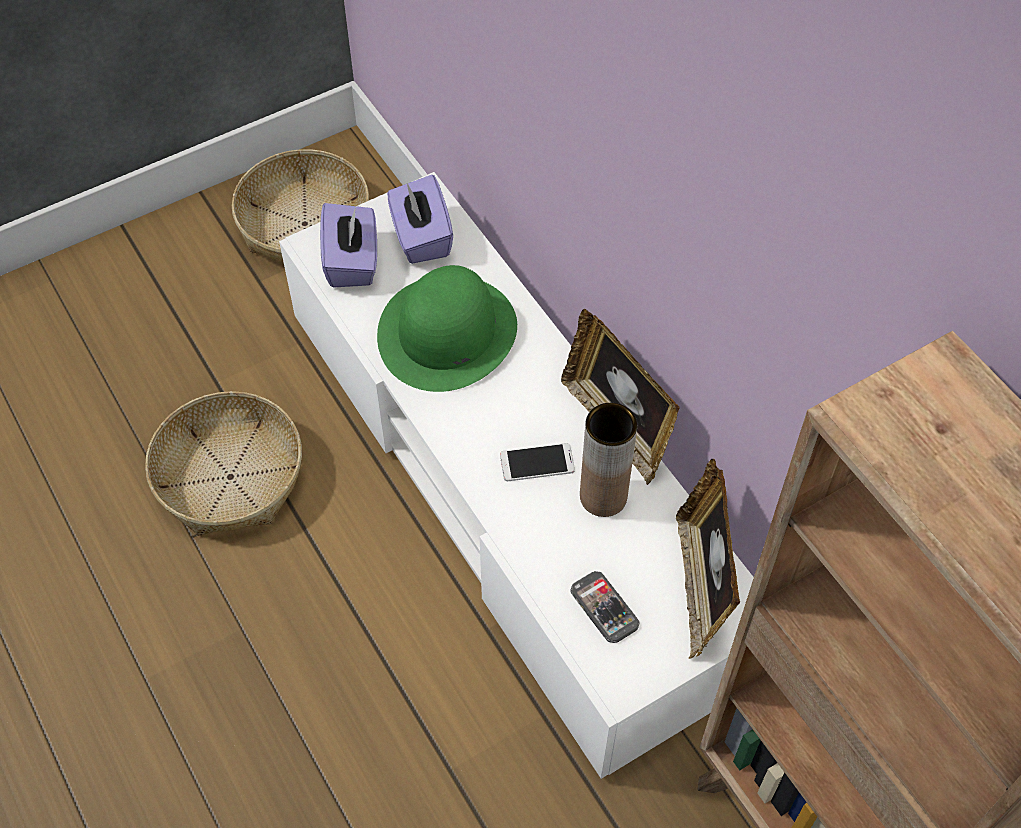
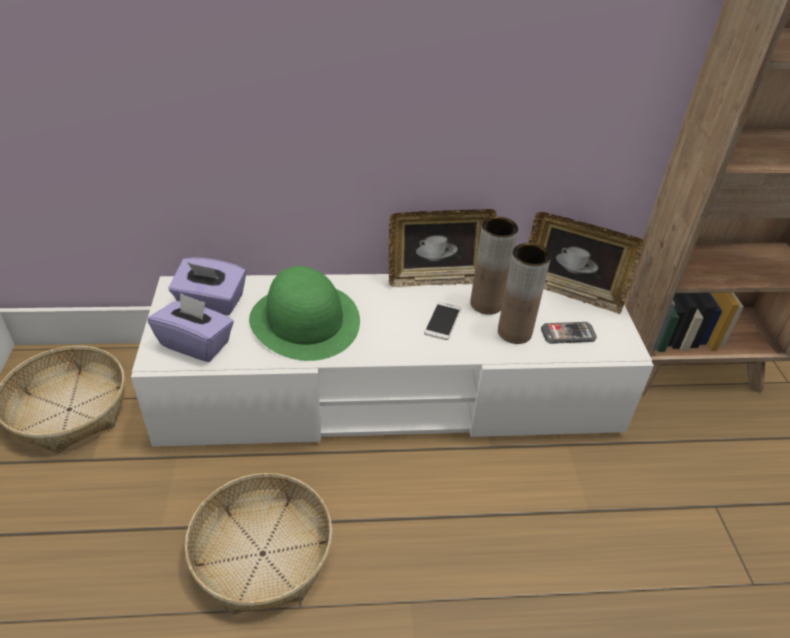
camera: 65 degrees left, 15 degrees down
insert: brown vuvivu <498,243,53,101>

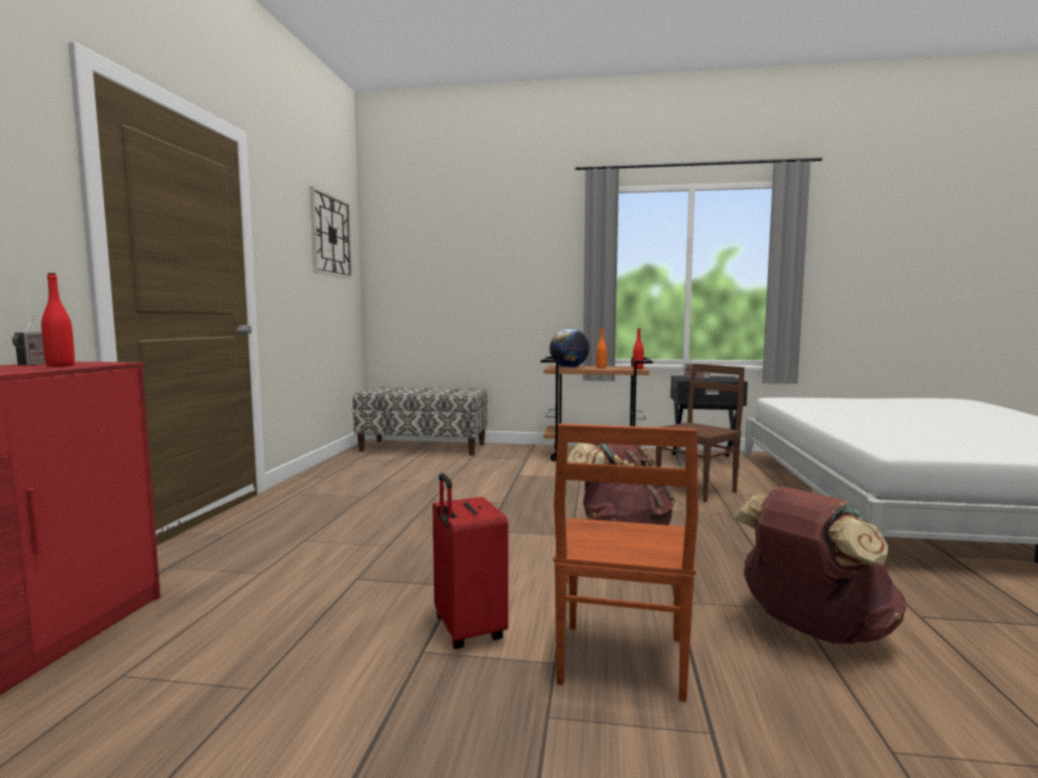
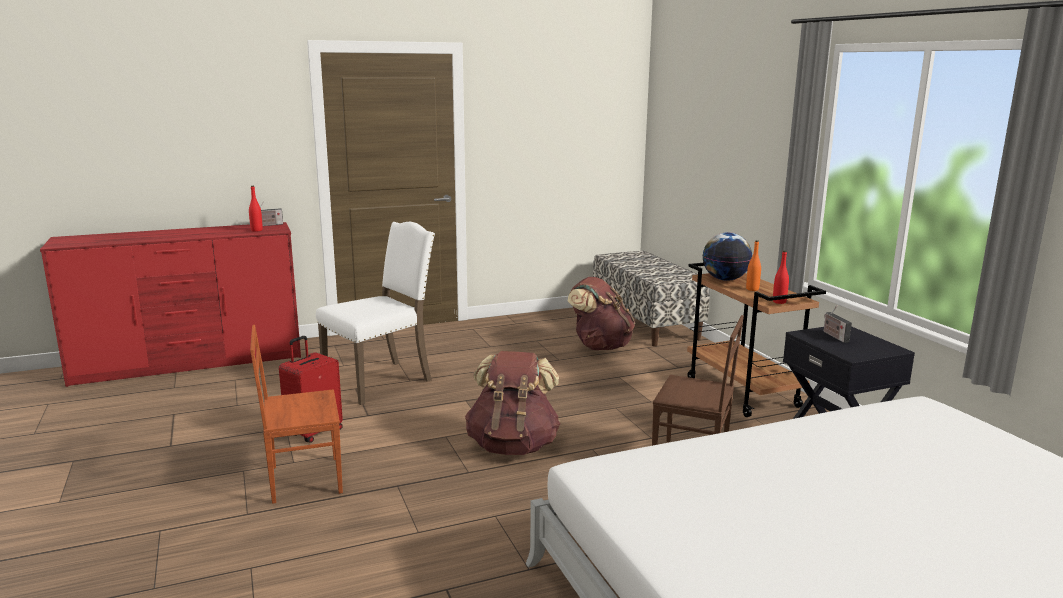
camera: 60 degrees right, 10 degrees up
delete: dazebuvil <310,186,43,93>
insert: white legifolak <316,222,119,183>
move: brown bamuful <732,486,174,158> to <568,277,67,73>

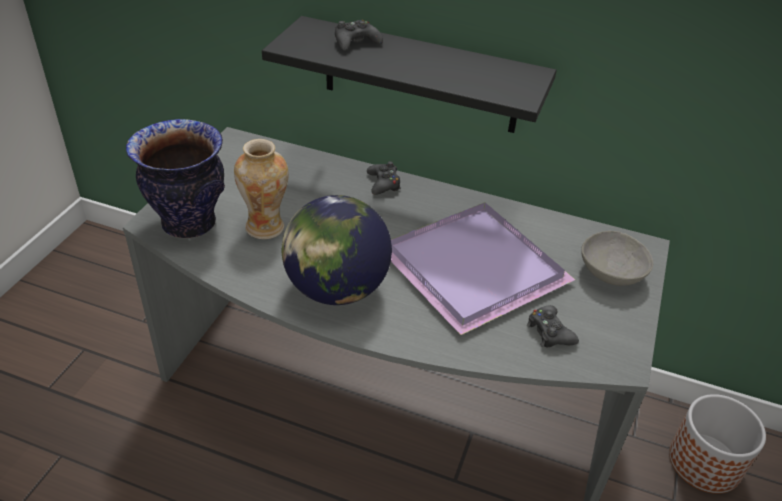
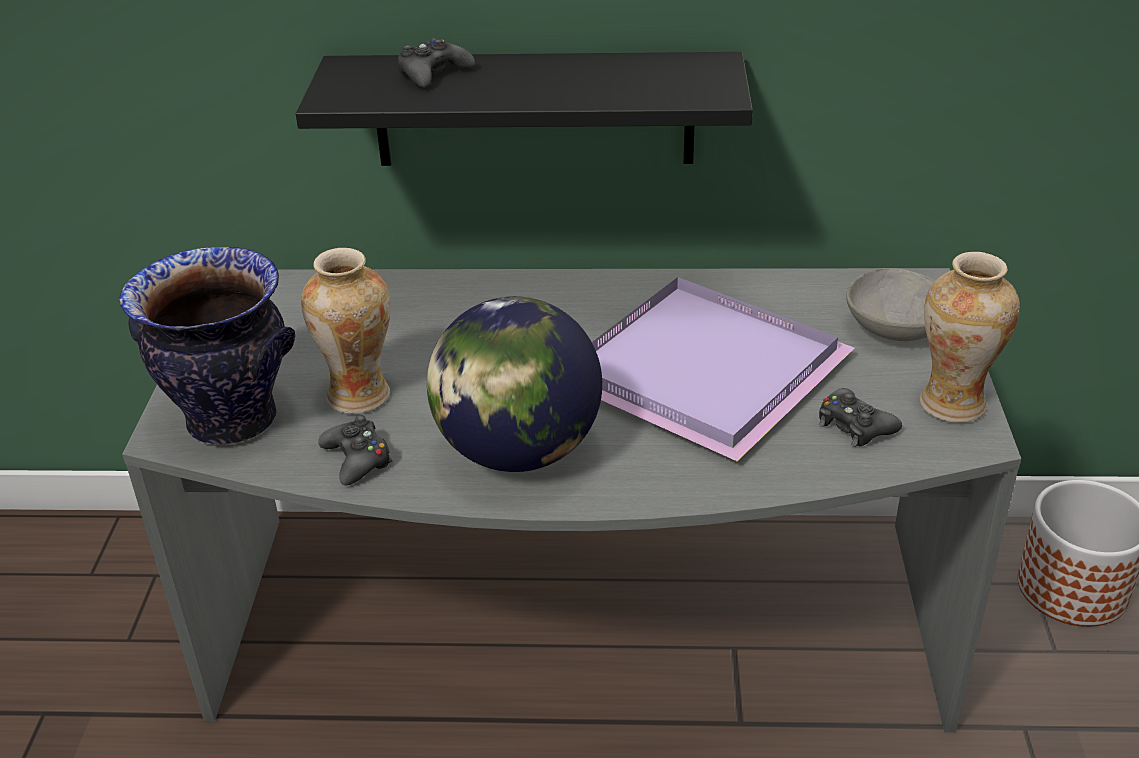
camera: 15 degrees left, 5 degrees down
insert: vuvivu <920,252,100,171>
move: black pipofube <367,161,34,34> to <318,415,74,71>

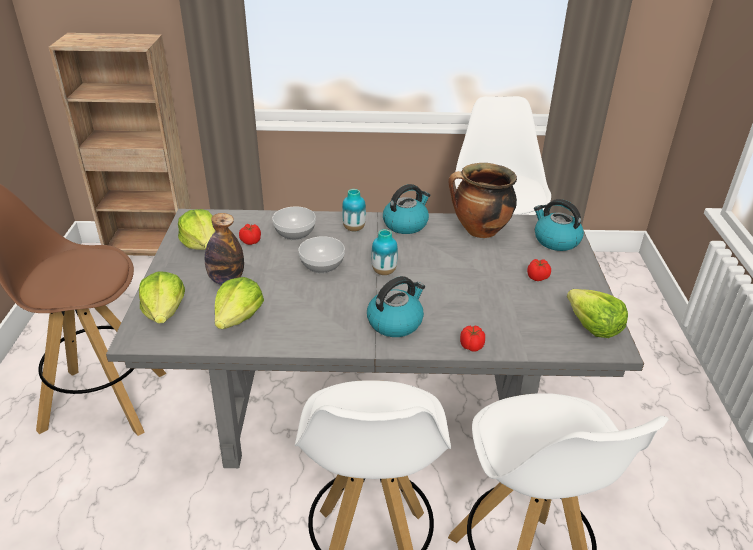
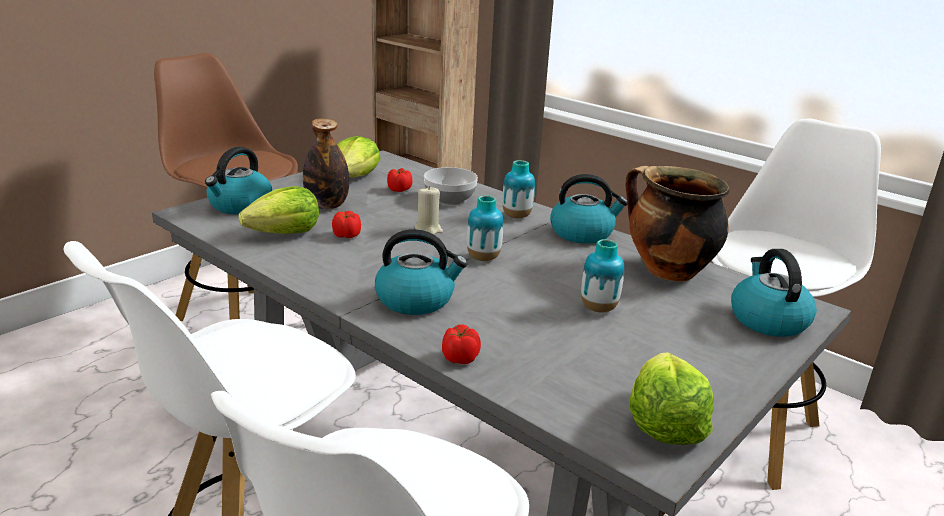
camera: 40 degrees right, 10 degrees down
insert: vuvivu <581,239,43,74>
move: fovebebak <527,259,24,22> to <332,211,29,27>
replace: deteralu <299,236,46,38> to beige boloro <415,186,28,48>; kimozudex <139,272,46,52> to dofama <205,147,67,67>

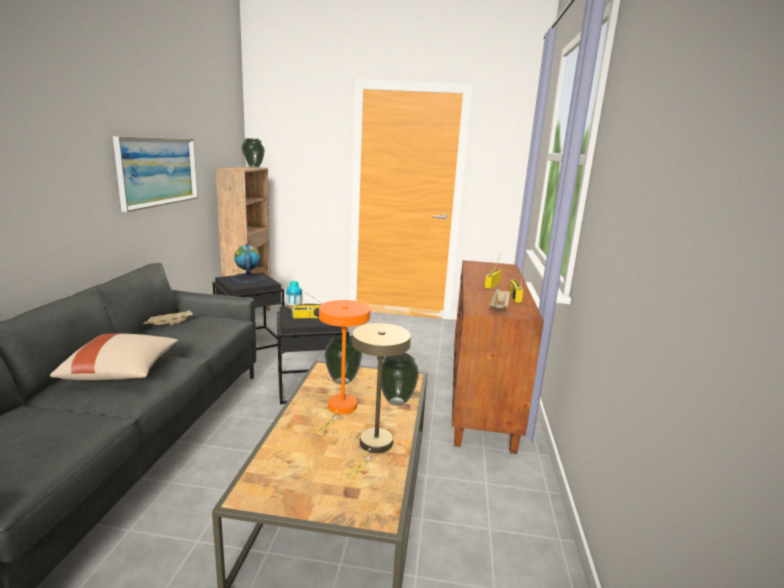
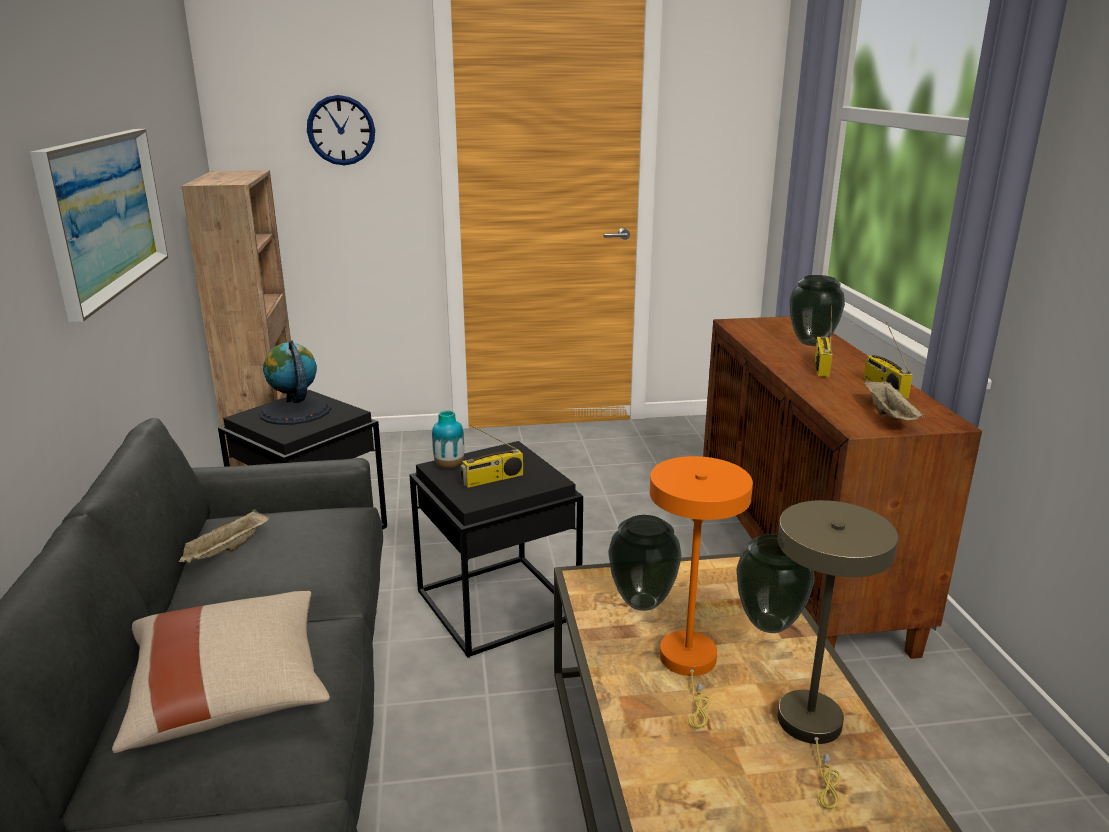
camera: 15 degrees left, 5 degrees up
insert: dazebuvil <307,95,68,70>
move: vuvivu <241,138,24,30> to <789,275,56,71>

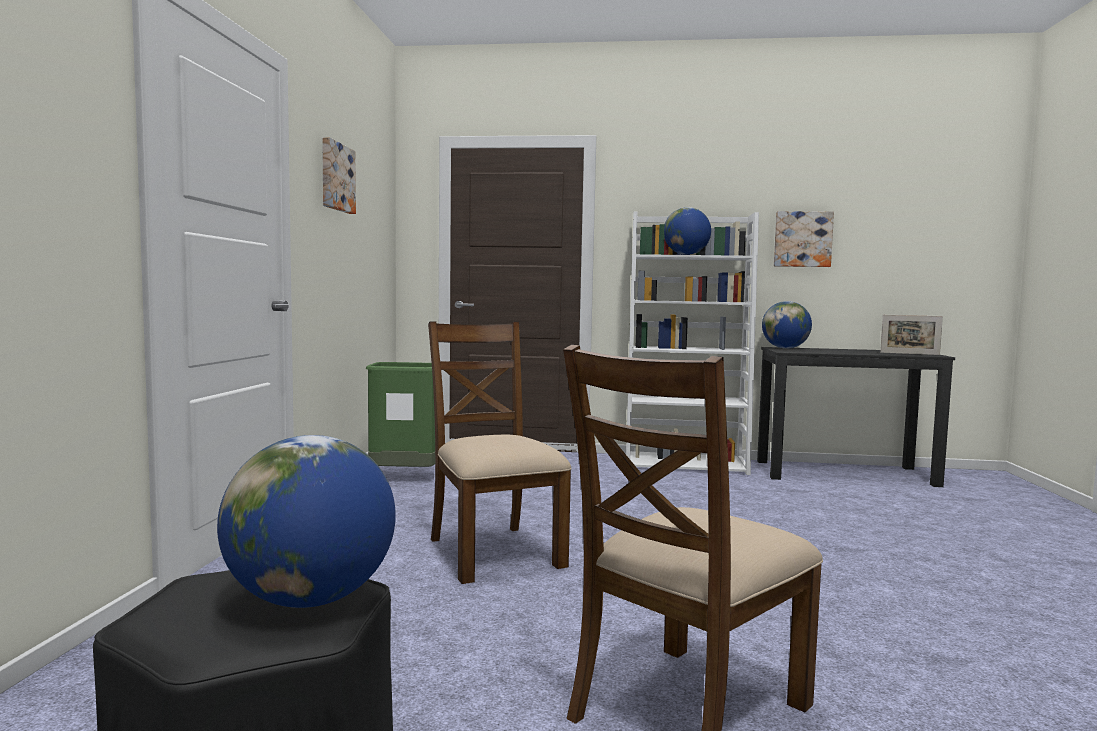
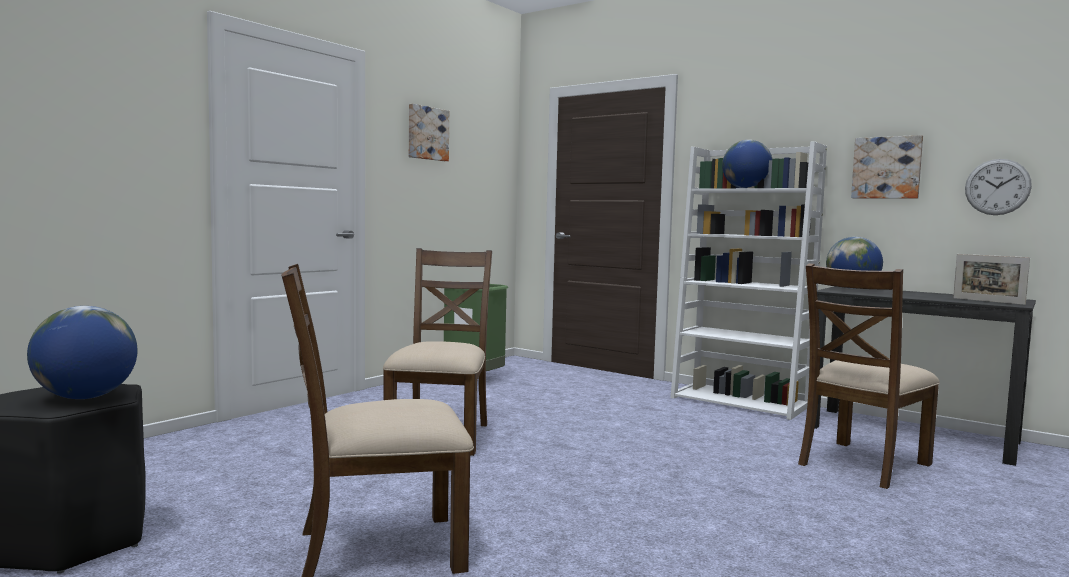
camera: 30 degrees right, 0 degrees up
insert: dazebuvil <965,159,67,56>; brown legifolak <798,263,142,226>

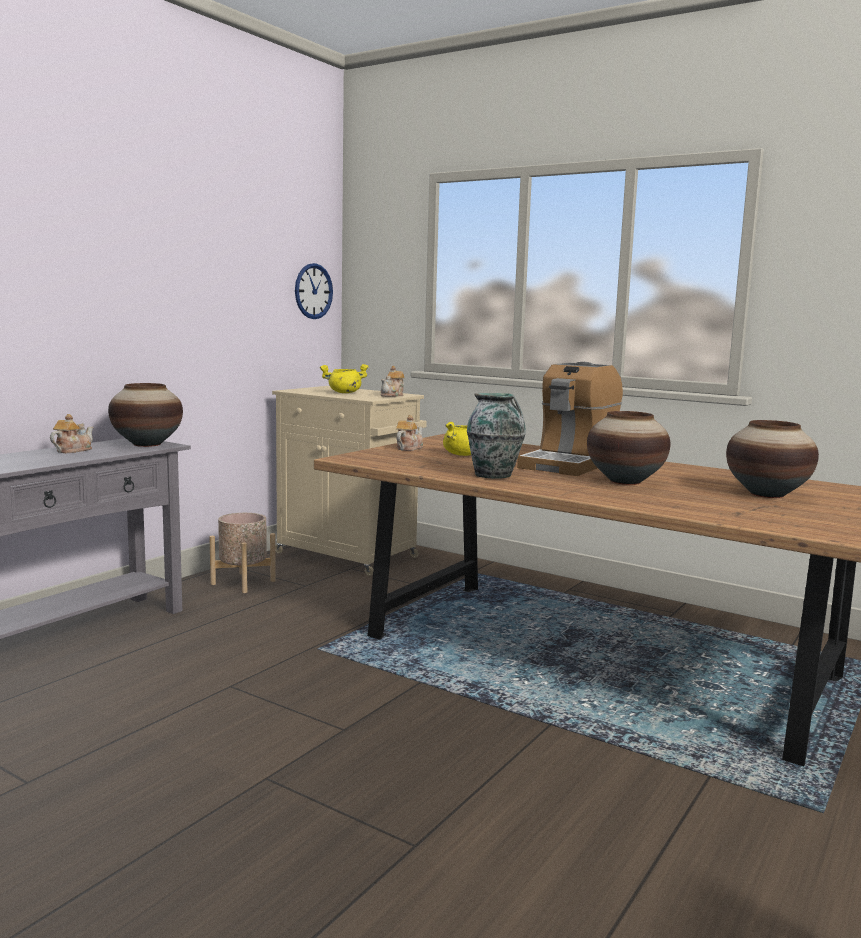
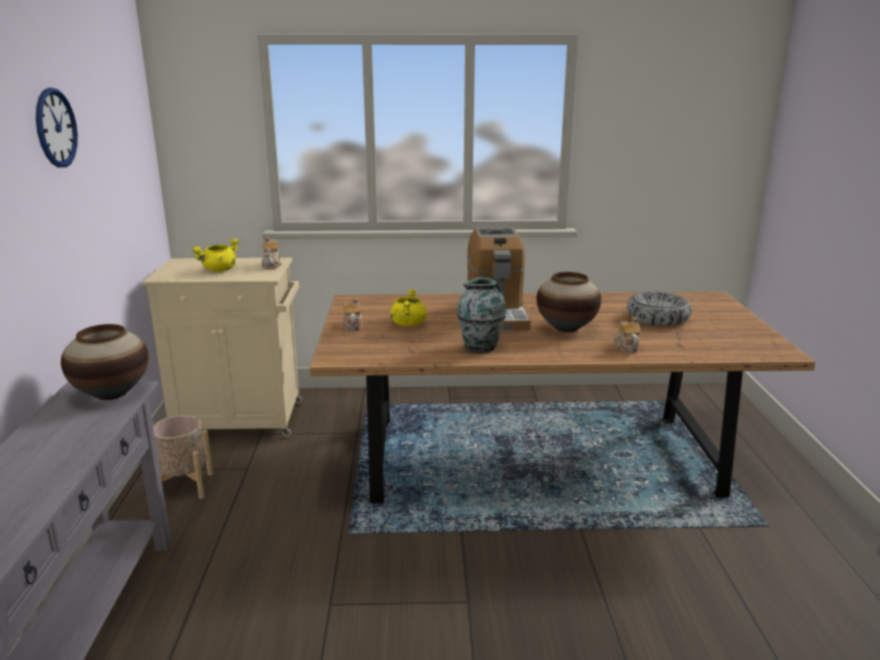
camera: 35 degrees left, 10 degrees up
move: dazebuvil <295,263,38,56> to <36,88,42,80>; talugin <50,414,44,39> to <614,317,27,36>
replace: vuvivu <726,420,93,78> to deteralu <627,291,65,35>

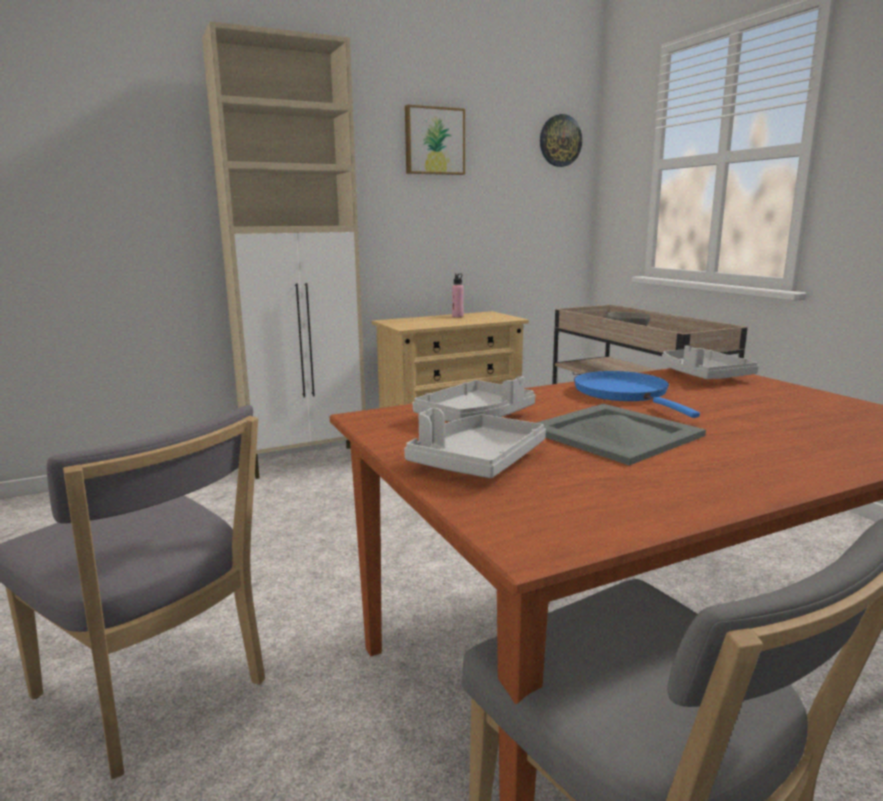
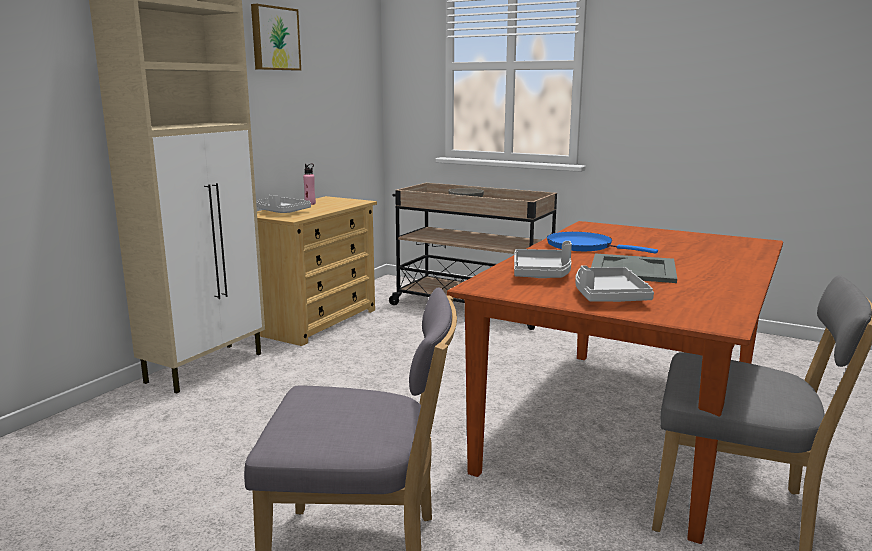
camera: 35 degrees left, 0 degrees up
delete: dazebuvil <540,114,42,53>
move: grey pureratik <662,345,97,34> to <256,195,55,18>

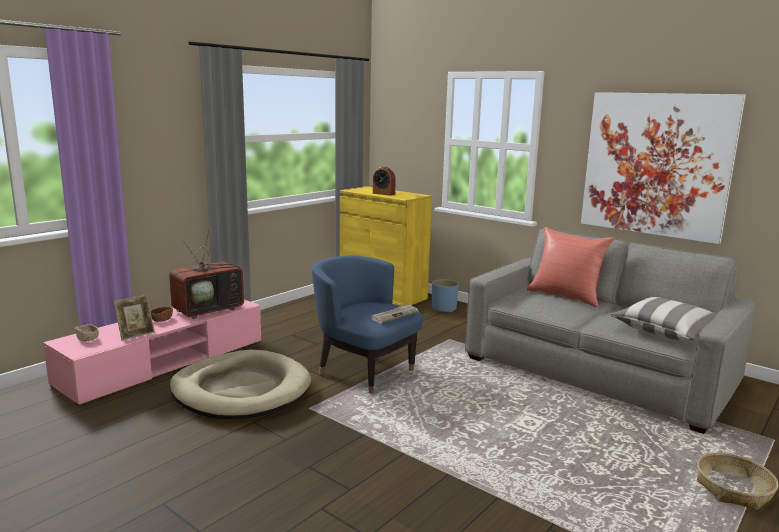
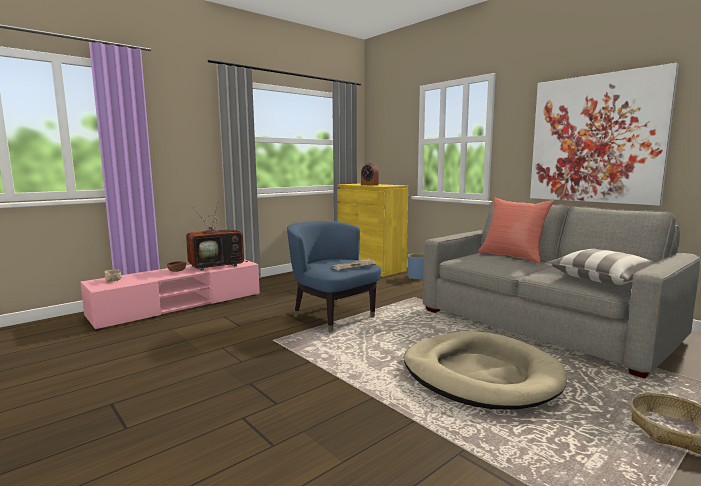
camera: 10 degrees right, 5 degrees down
delete: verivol <113,295,42,45>
move: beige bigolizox <169,350,142,69> to <404,331,163,79>

